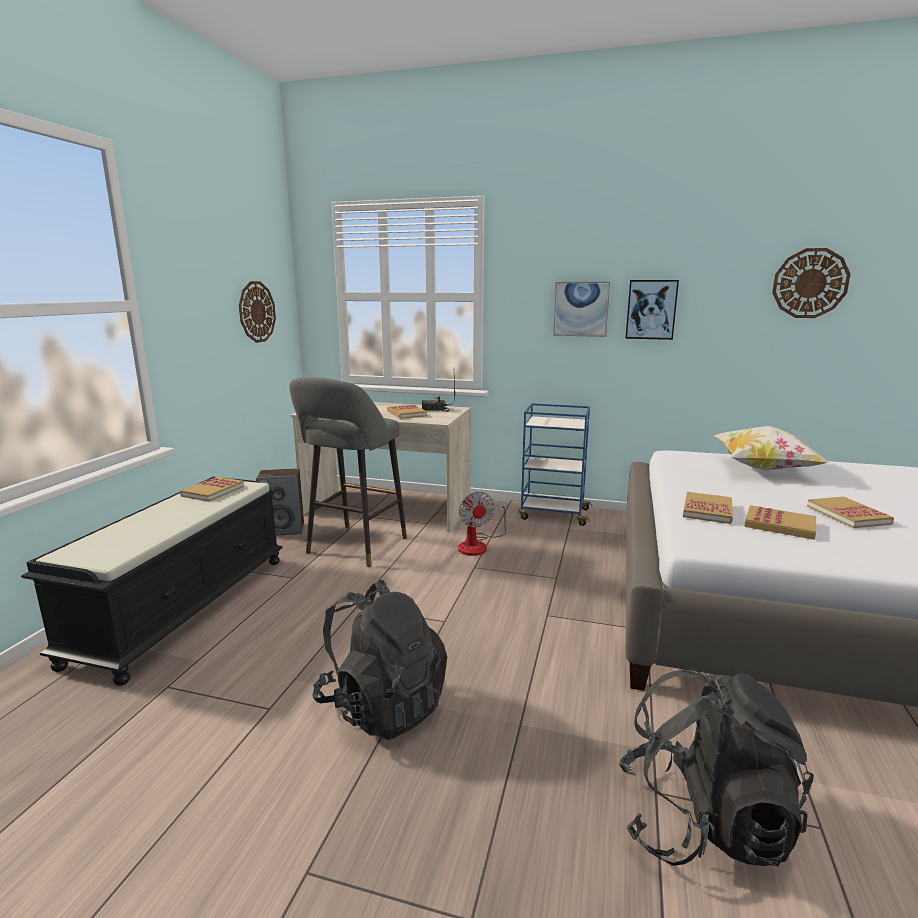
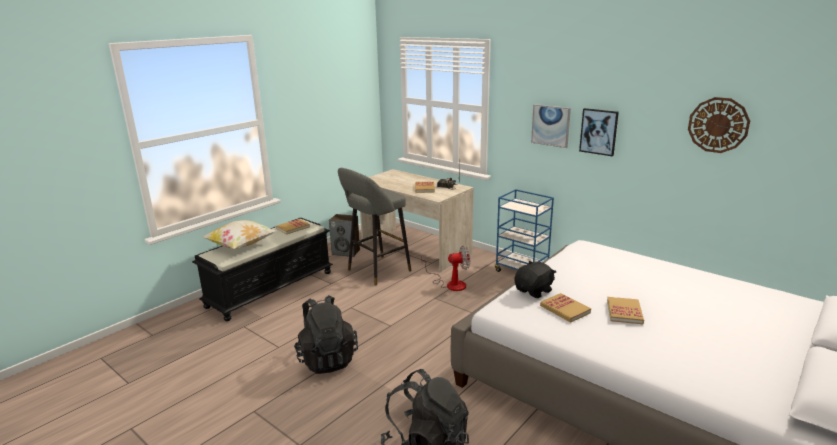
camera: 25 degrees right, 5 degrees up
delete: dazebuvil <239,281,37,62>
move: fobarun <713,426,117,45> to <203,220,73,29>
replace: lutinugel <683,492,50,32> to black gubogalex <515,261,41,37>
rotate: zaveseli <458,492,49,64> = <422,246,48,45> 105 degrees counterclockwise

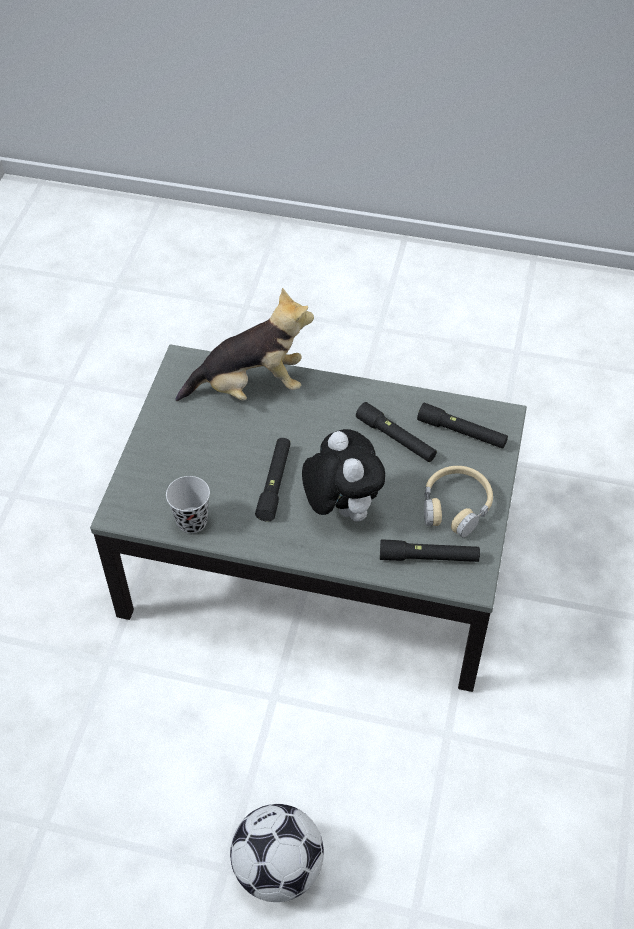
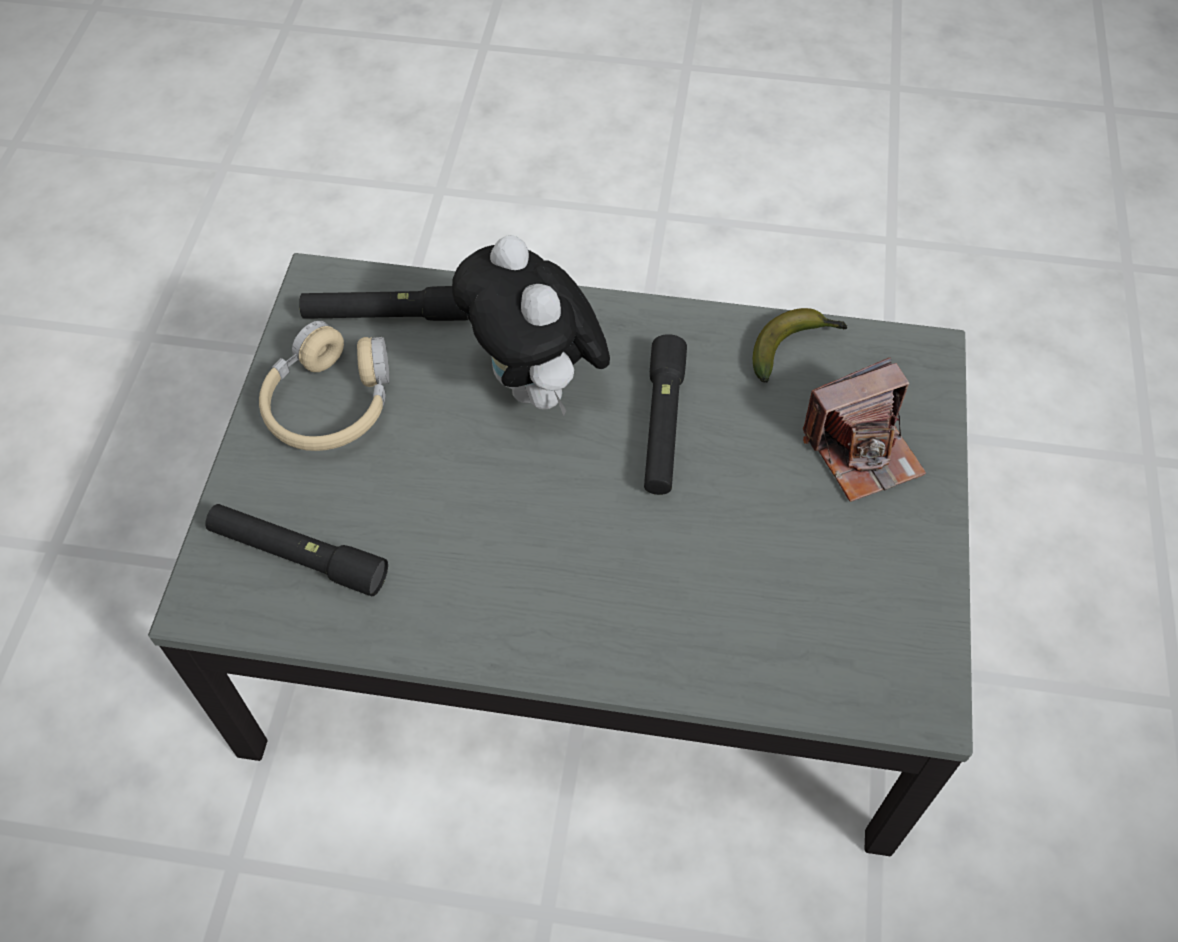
camera: 175 degrees right, 5 degrees up
delete: gubogalex <175,288,139,113>; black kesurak <356,402,81,60>; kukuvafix <230,804,94,98>
insert: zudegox <803,357,123,145>
replace: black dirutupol <166,476,44,57> to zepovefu <753,308,94,75>

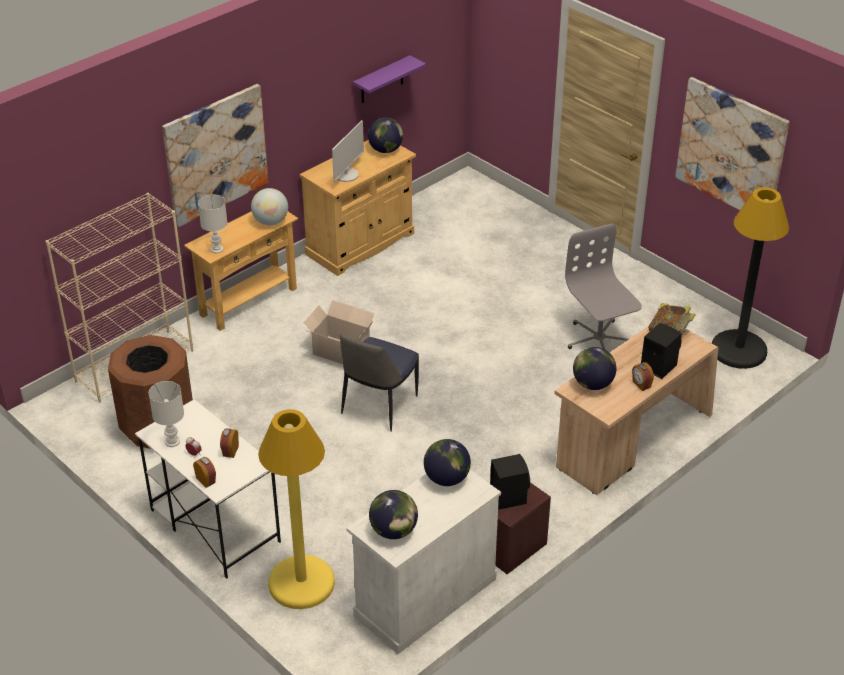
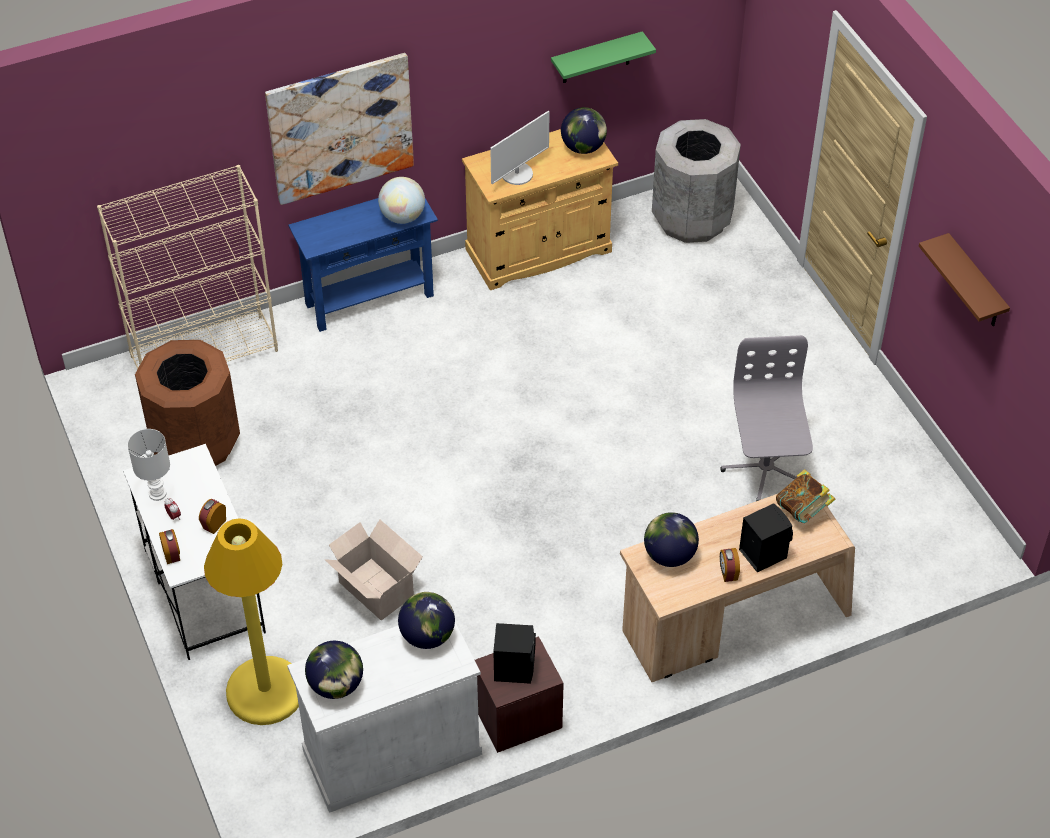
camera: 20 degrees right, 10 degrees up
delete: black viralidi <712,187,77,182>; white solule <198,194,29,59>; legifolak <340,334,79,98>
insert: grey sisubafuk <652,119,89,124>
move: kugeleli <304,300,70,64> to <324,520,99,100>
replace: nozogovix <675,77,115,133> to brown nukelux <919,233,91,93>
recolor: purple nukelux <353,55,73,48> to green nukelux <551,31,105,52>; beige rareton <184,211,114,120> to blue rareton <288,198,150,134>

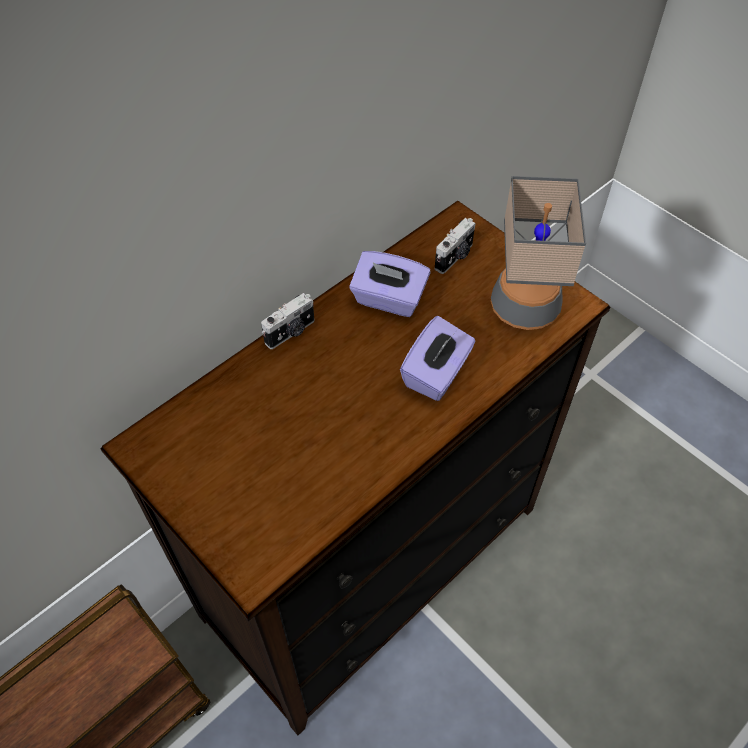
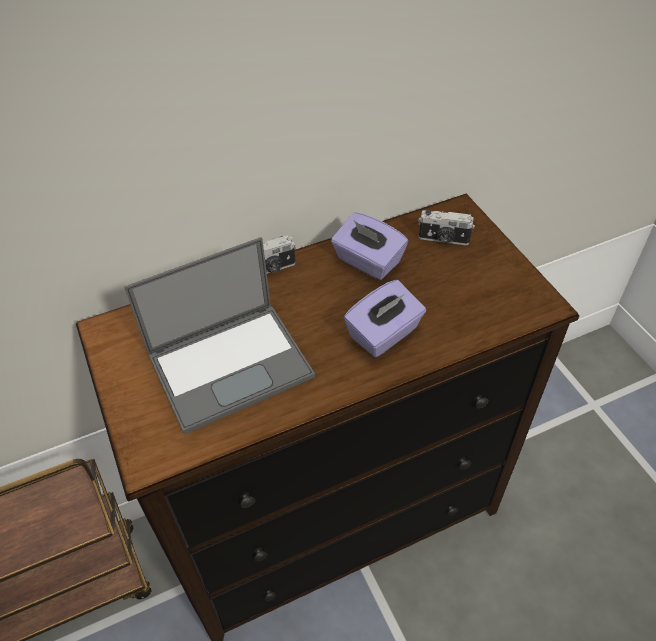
camera: 20 degrees right, 5 degrees down
delete: solule <491,176,95,154>
insert: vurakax <124,237,191,197>
rotate: zudegox <435,218,41,56> = <418,210,57,35> 45 degrees clockwise

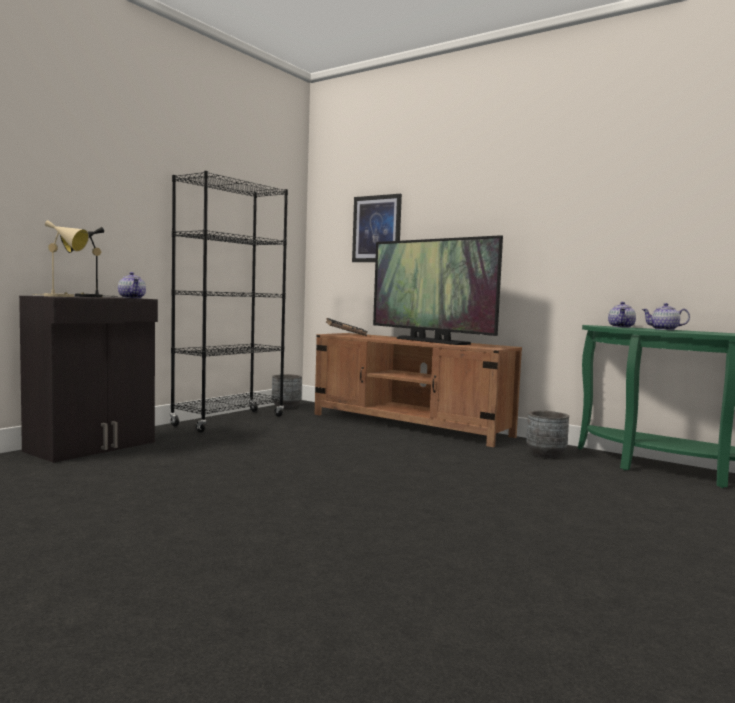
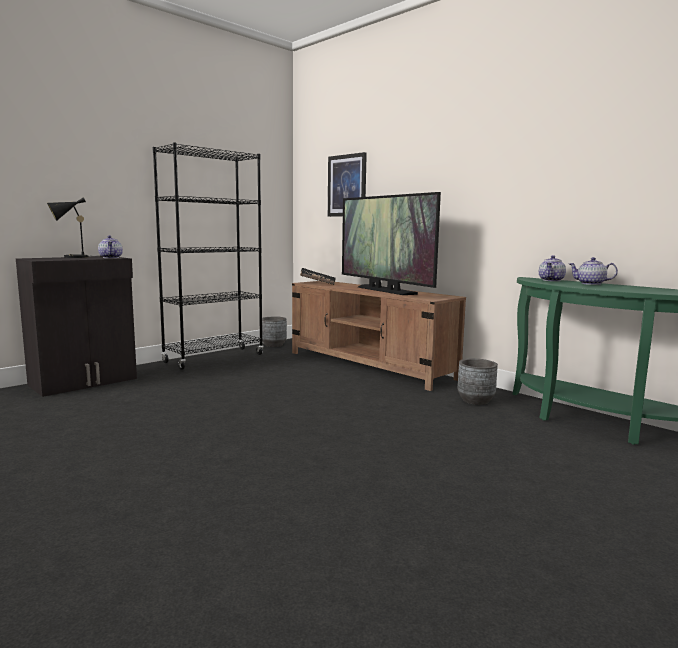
camera: 10 degrees right, 5 degrees up
delete: beige solule <32,220,57,77>

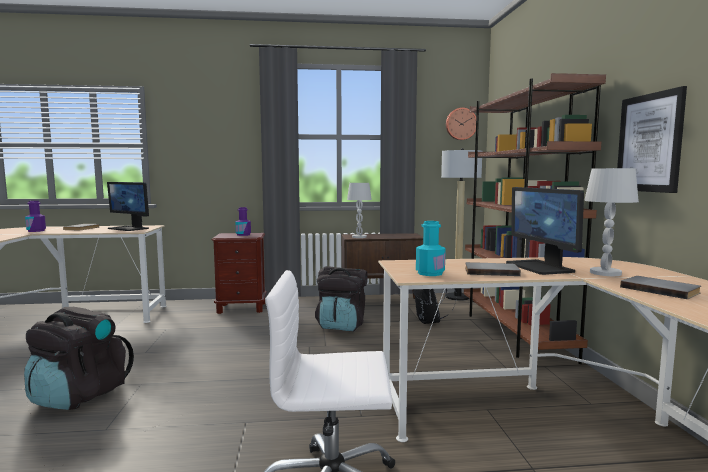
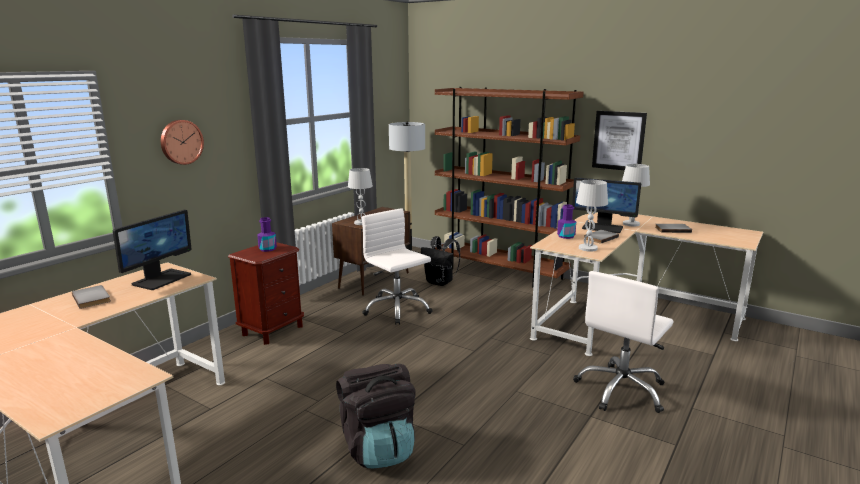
camera: 50 degrees left, 10 degrees up
move: dazebuvil <446,108,30,32> to <161,120,43,45>; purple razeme <25,201,21,31> to <557,205,19,34>
replace: turquoise razeme <416,221,30,55> to white solule <576,180,32,72>; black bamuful <315,266,53,65> to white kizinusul <362,208,71,117>
rotate: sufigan <107,182,42,49> = <113,210,78,80> 45 degrees counterclockwise

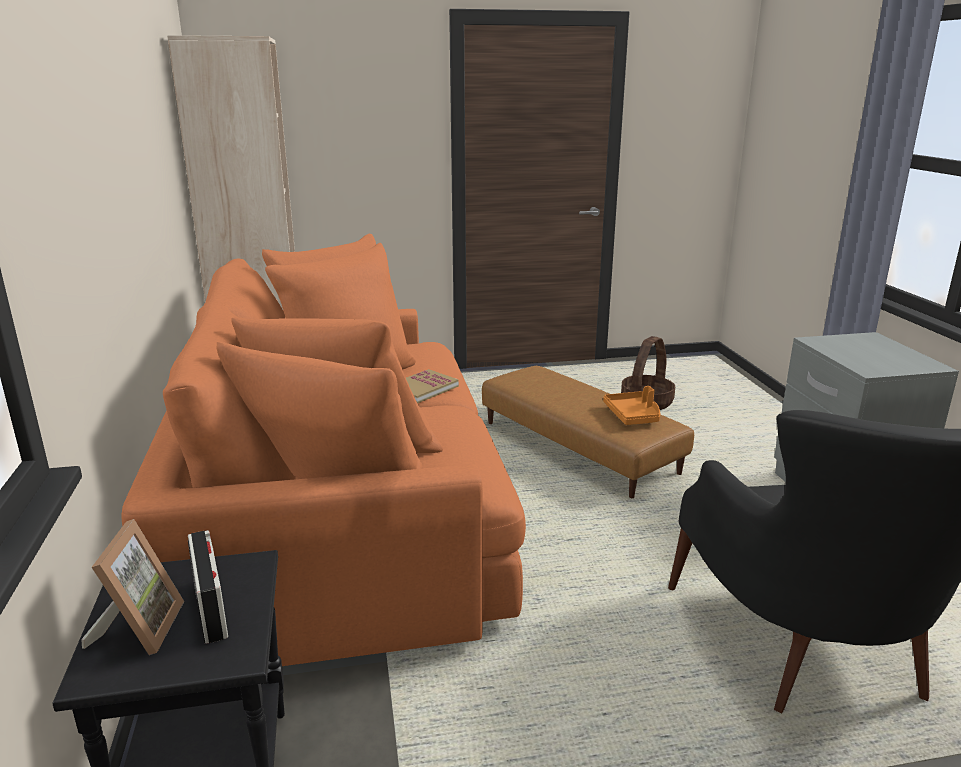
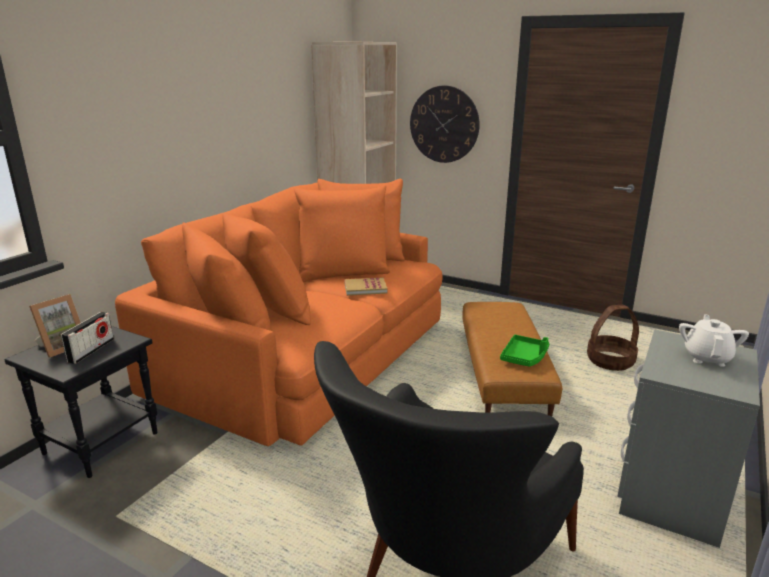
camera: 40 degrees right, 0 degrees up
insert: dazebuvil <410,85,70,78>; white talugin <679,314,70,53>
recolor: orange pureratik <603,386,57,39> to green pureratik <500,335,50,32>

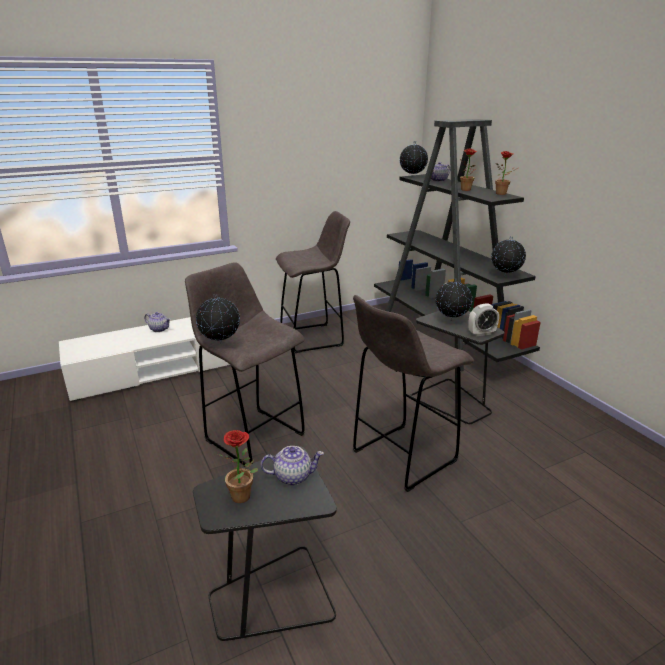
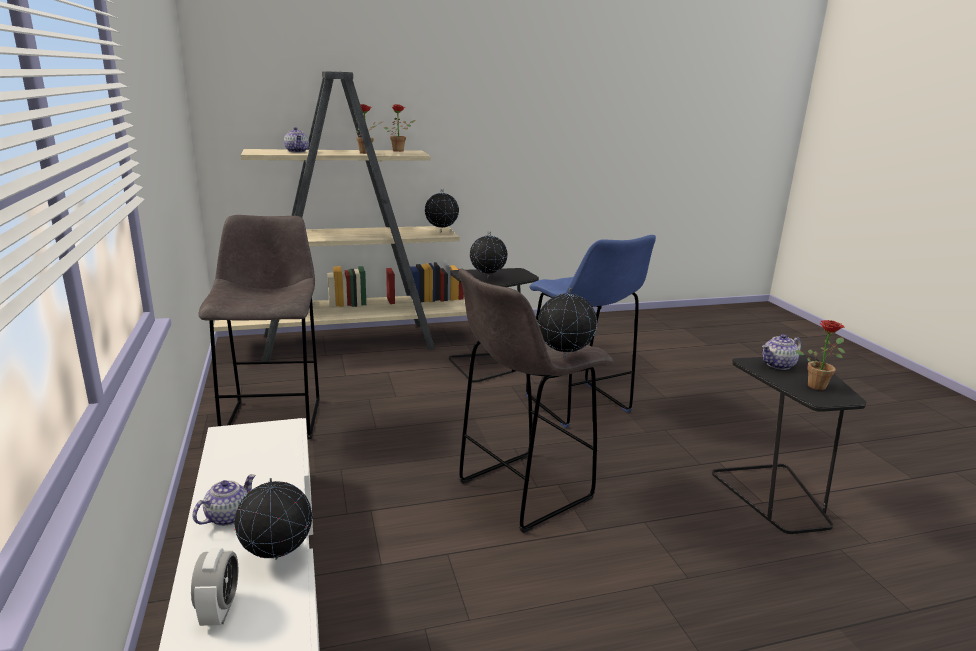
camera: 80 degrees left, 5 degrees down
move: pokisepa <400,144,28,34> to <234,478,78,81>; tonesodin <468,303,31,33> to <191,548,47,78>
recolor: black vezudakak <374,119,167,252> to beige vezudakak <214,71,253,291>; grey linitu <353,295,121,197> to blue linitu <526,235,130,193>
rotate: talugin <261,446,63,40> = <762,334,40,36> 120 degrees counterclockwise

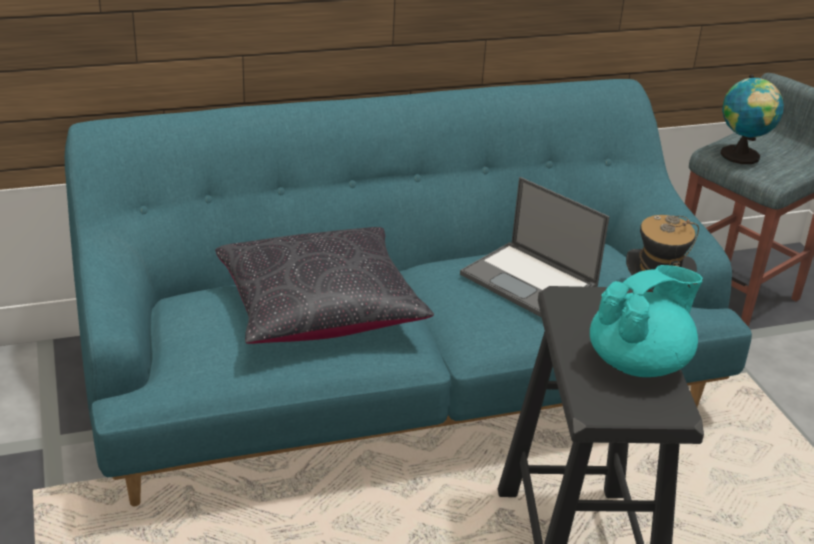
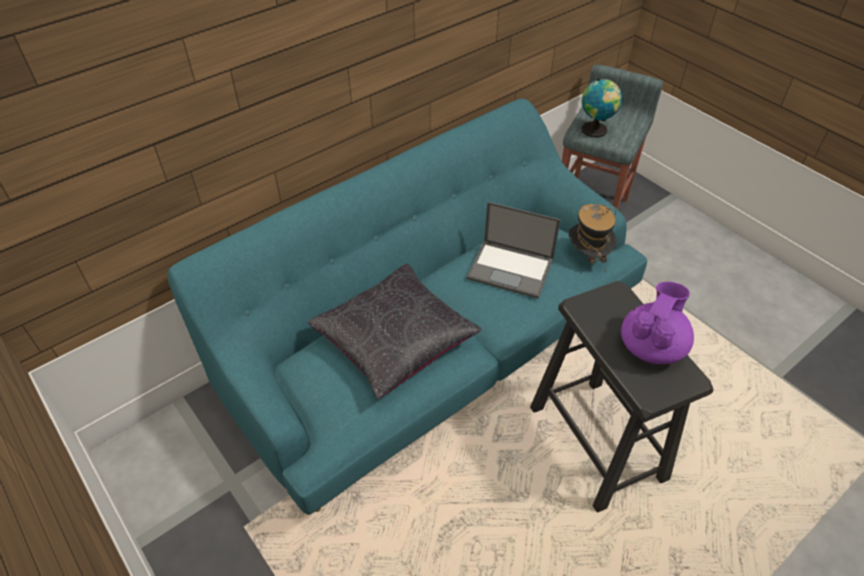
camera: 20 degrees left, 15 degrees up
recolor: turquoise talugin <590,265,113,112> to purple talugin <621,282,73,82>

